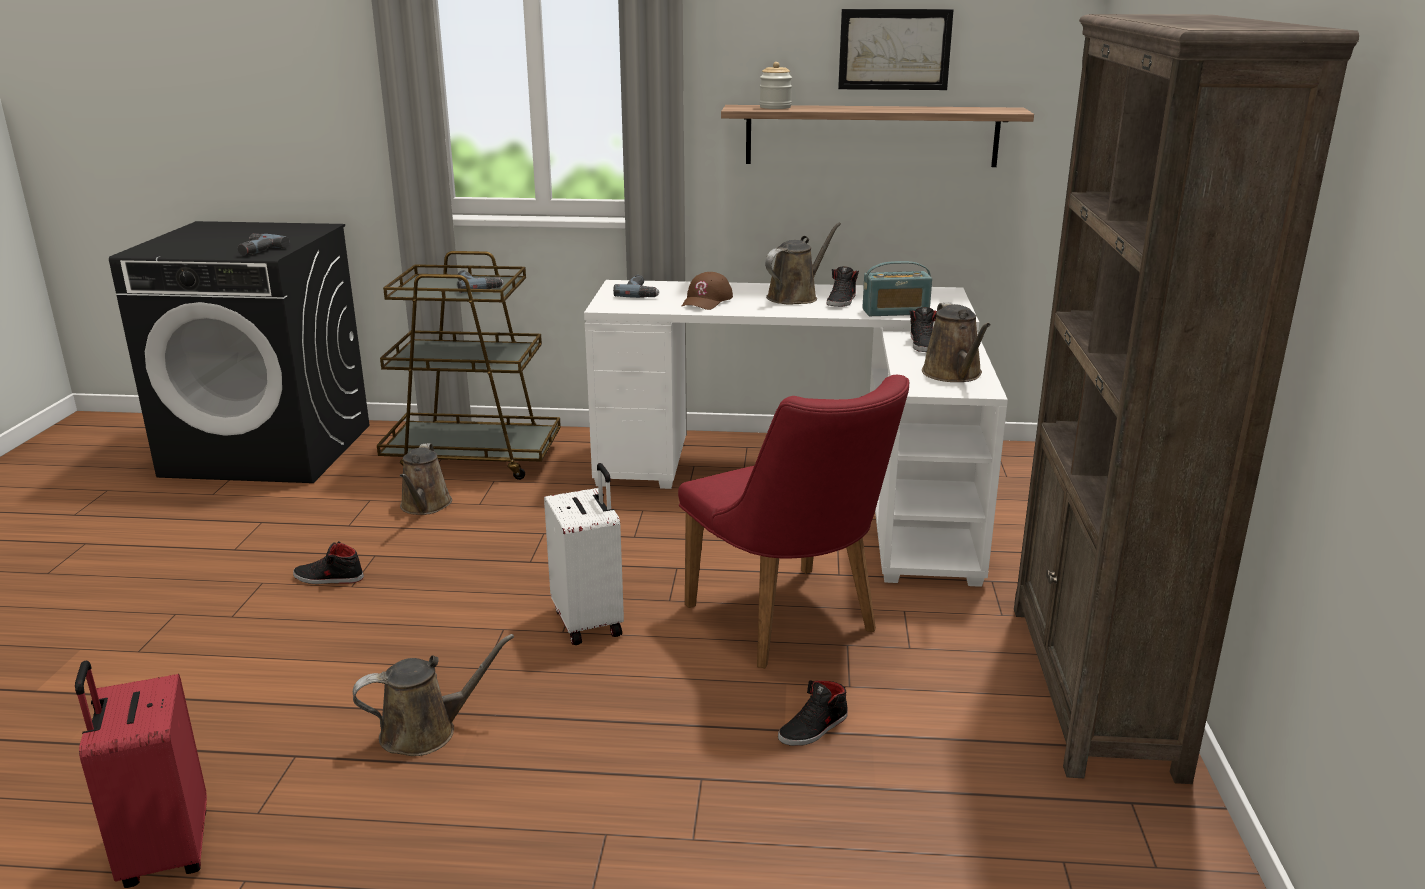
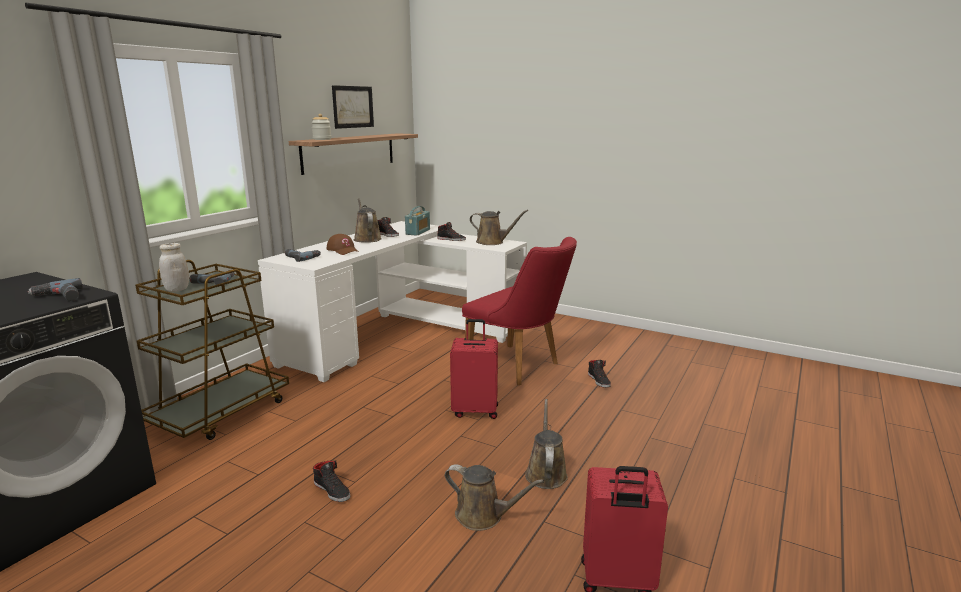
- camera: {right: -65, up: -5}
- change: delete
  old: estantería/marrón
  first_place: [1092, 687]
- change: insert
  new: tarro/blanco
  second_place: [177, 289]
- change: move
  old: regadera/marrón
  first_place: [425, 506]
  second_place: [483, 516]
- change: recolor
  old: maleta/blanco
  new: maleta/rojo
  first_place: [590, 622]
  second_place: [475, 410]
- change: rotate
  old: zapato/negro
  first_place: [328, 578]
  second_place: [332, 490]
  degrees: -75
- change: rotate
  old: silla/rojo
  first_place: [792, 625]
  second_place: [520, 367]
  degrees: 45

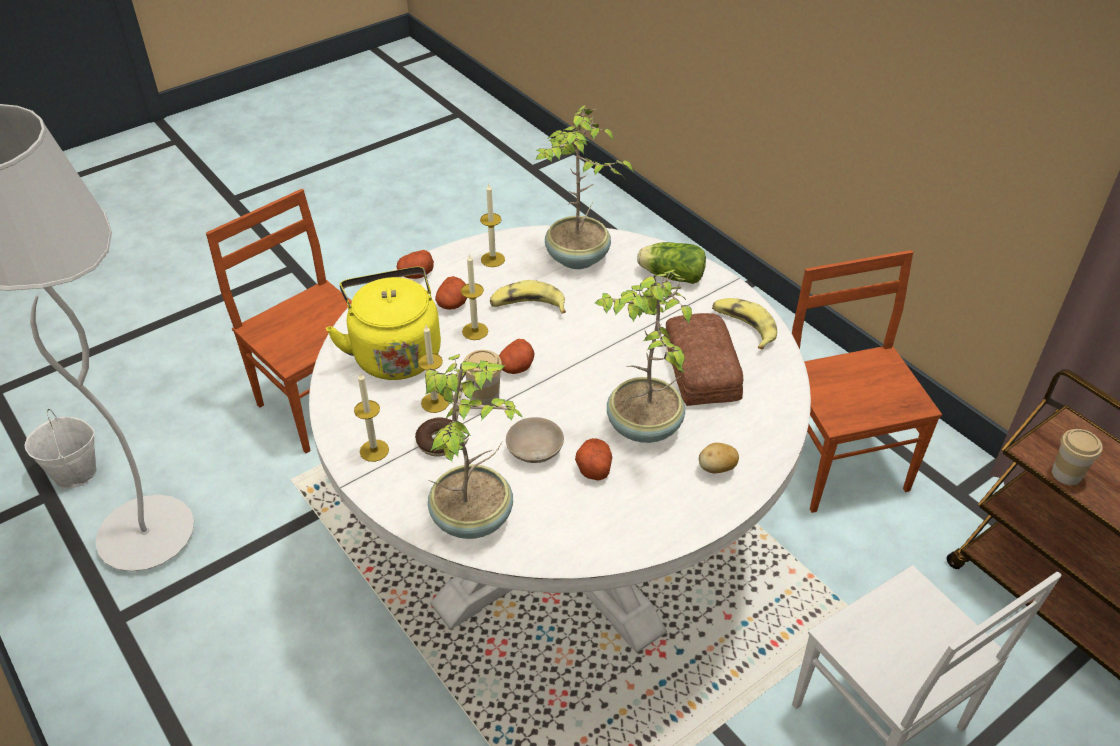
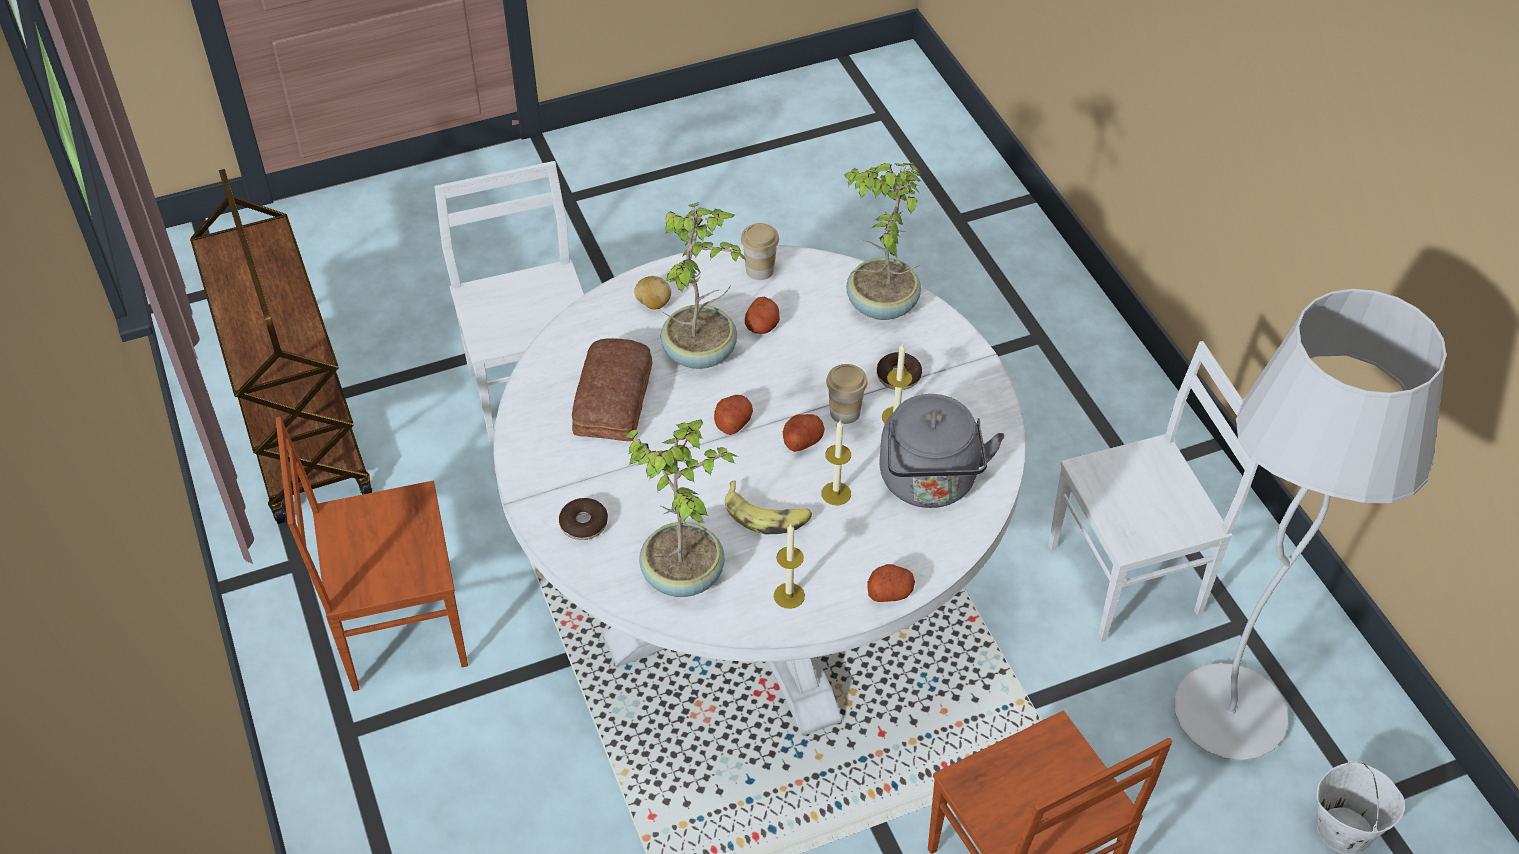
- camera: {right: -165, up: 5}
- change: delete
  old: vela
  first_place: [374, 450]
- change: delete
  old: cuenco/beis
  first_place: [536, 449]
- change: delete
  old: plátano
  first_place: [743, 327]
- change: insert
  new: silla/blanco
  second_place: [1128, 580]
- change: move
  old: patata
  first_place: [452, 303]
  second_place: [733, 422]
- change: move
  old: taza
  first_place: [1066, 474]
  second_place: [759, 270]
- change: replace
  old: lechuga
  new: rosquilla
  first_place: [669, 275]
  second_place: [584, 524]
- change: recolor
  old: hervidor/amarillo
  new: hervidor/gris
  first_place: [395, 353]
  second_place: [929, 484]
- change: rotate
  old: silla/marrón
  first_place: [841, 464]
  second_place: [399, 625]
  degrees: 75

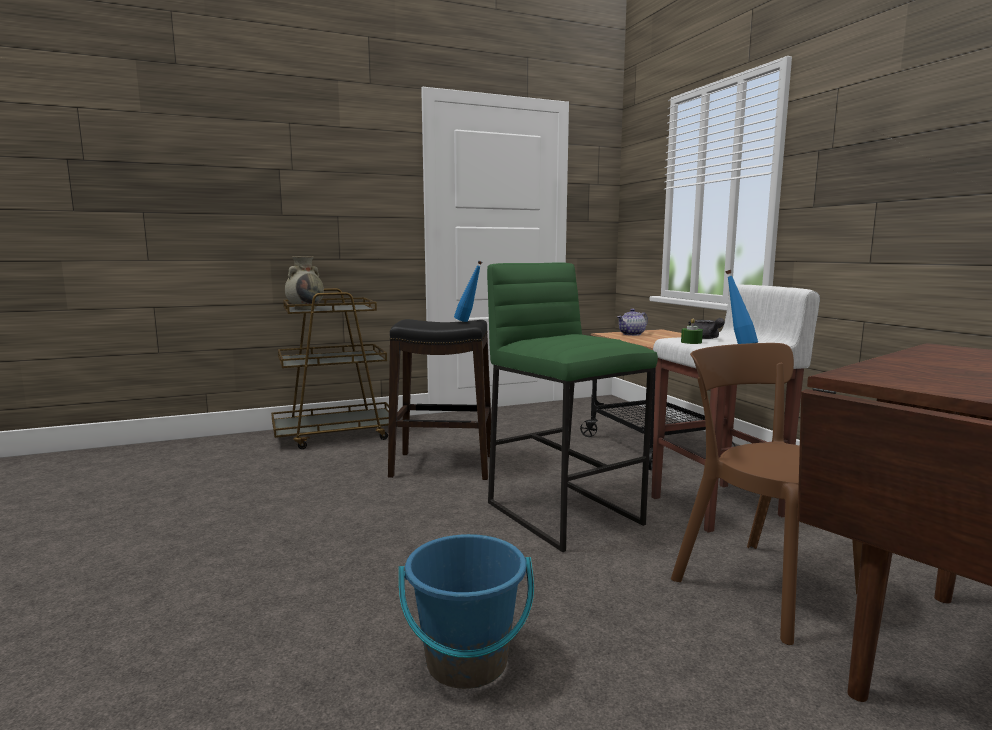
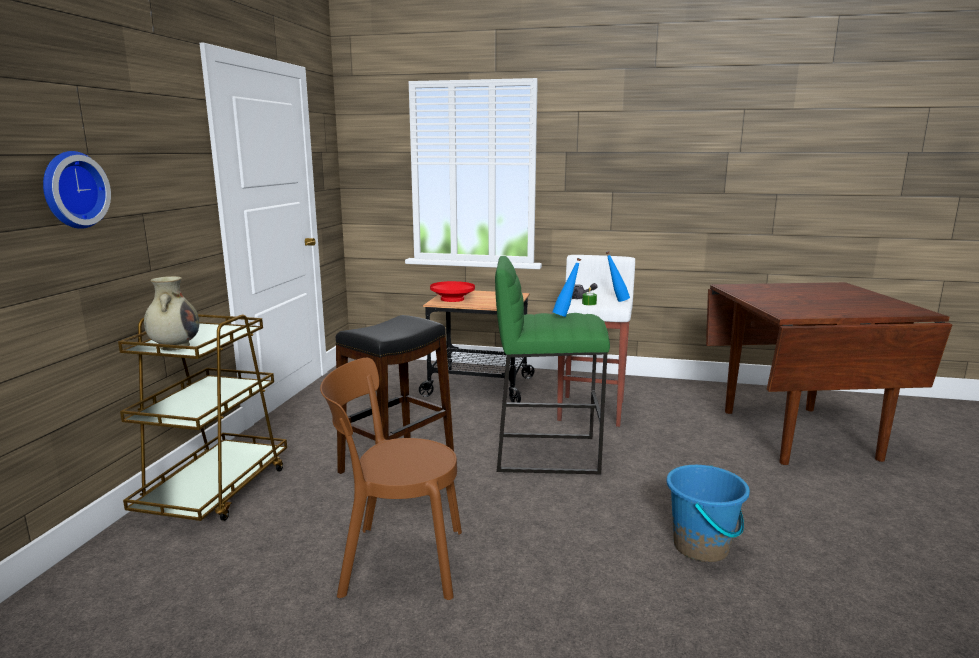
- camera: {right: -55, up: 5}
- change: insert
  new: reloj de pared
  second_place: [71, 190]
- change: move
  old: botella/azul
  first_place: [468, 321]
  second_place: [566, 316]
- change: move
  old: silla/marrón
  first_place: [758, 584]
  second_place: [396, 561]
- change: replace
  old: tetera
  new: cuenco/rojo
  first_place: [632, 334]
  second_place: [452, 299]

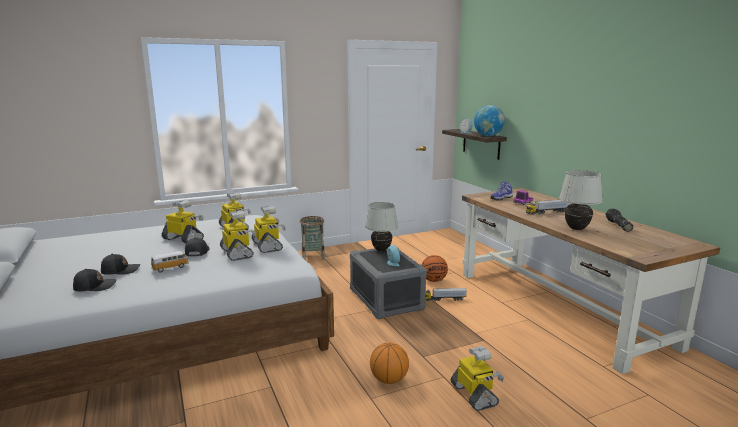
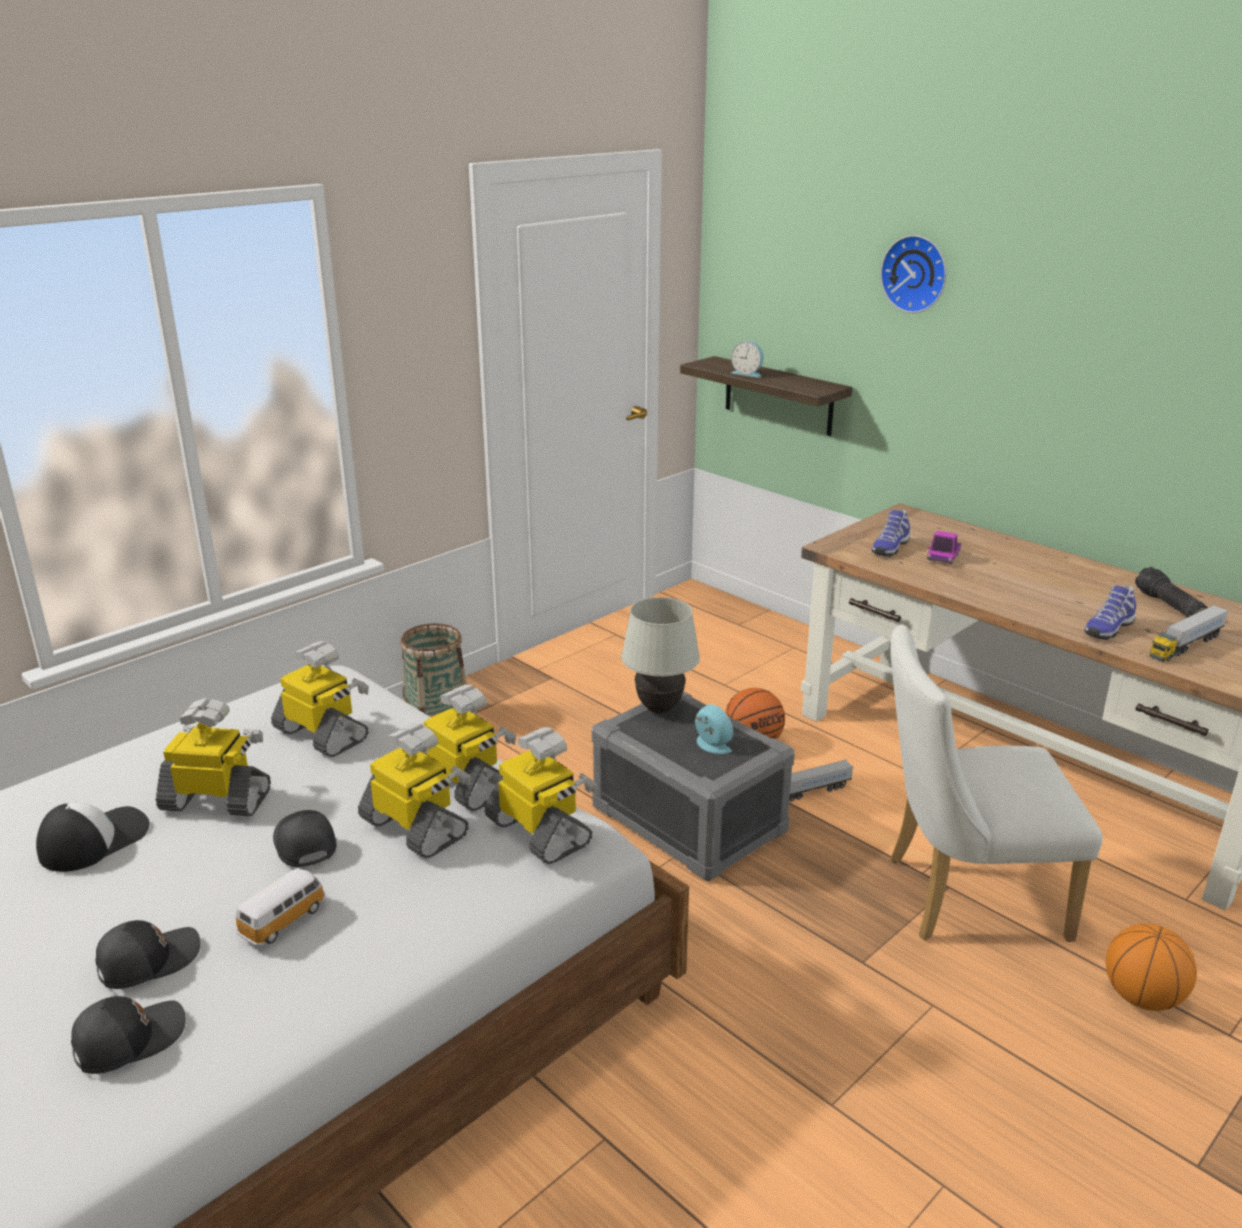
- camera: {right: -20, up: 10}
- change: delete
  old: globo terráqueo
  first_place: [488, 136]
- change: insert
  new: gorra
  second_place: [94, 840]
- change: insert
  new: reloj de pared
  second_place: [916, 273]
- change: insert
  new: silla/blanco
  second_place: [961, 897]
- change: move
  old: balón de baloncesto
  first_place: [389, 380]
  second_place: [1142, 997]
- change: move
  old: robot de juguete
  first_place: [475, 395]
  second_place: [540, 832]
- change: move
  old: camión de juguete
  first_place: [547, 212]
  second_place: [1185, 646]
- change: replace
  old: lámpara de mesa/blanco
  new: zapato
  first_place: [576, 229]
  second_place: [1107, 629]

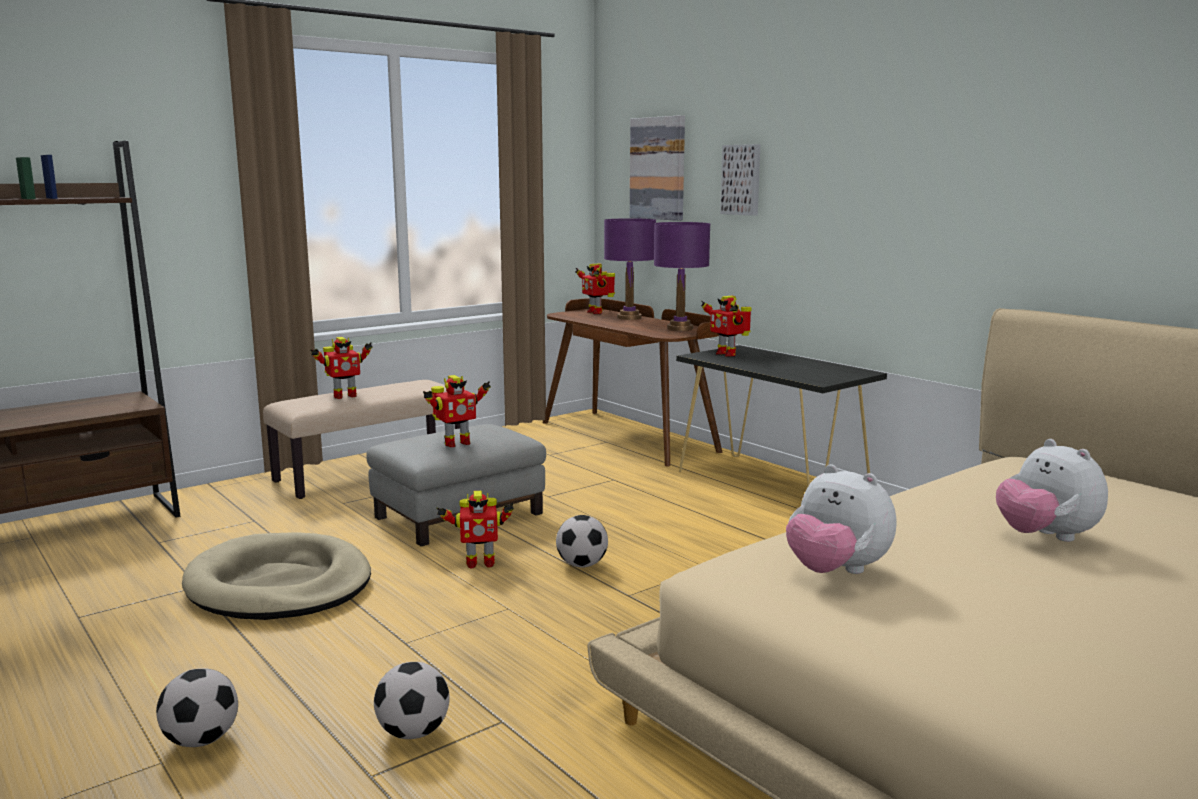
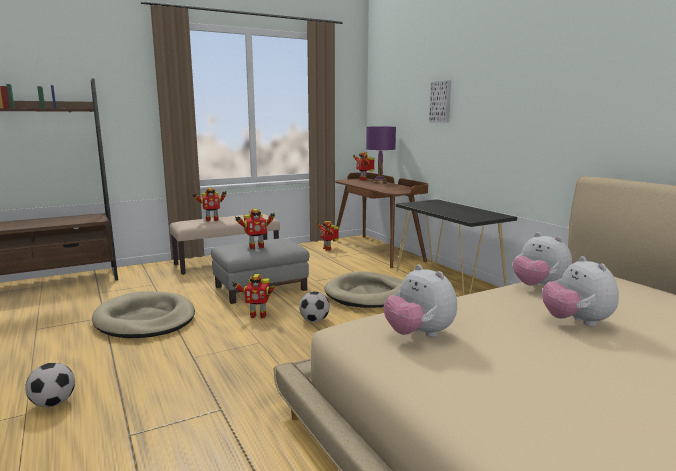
- camera: {right: 10, up: 0}
- change: delete
  old: balón de fútbol
  first_place: [413, 732]
- change: delete
  old: cuadro
  first_place: [658, 168]
- change: delete
  old: lámpara de mesa/morado
  first_place: [680, 328]
- change: insert
  new: cama para perro/beis
  second_place: [368, 294]
- change: insert
  new: peluche
  second_place: [538, 287]
- change: move
  old: robot de juguete
  first_place: [726, 354]
  second_place: [327, 249]

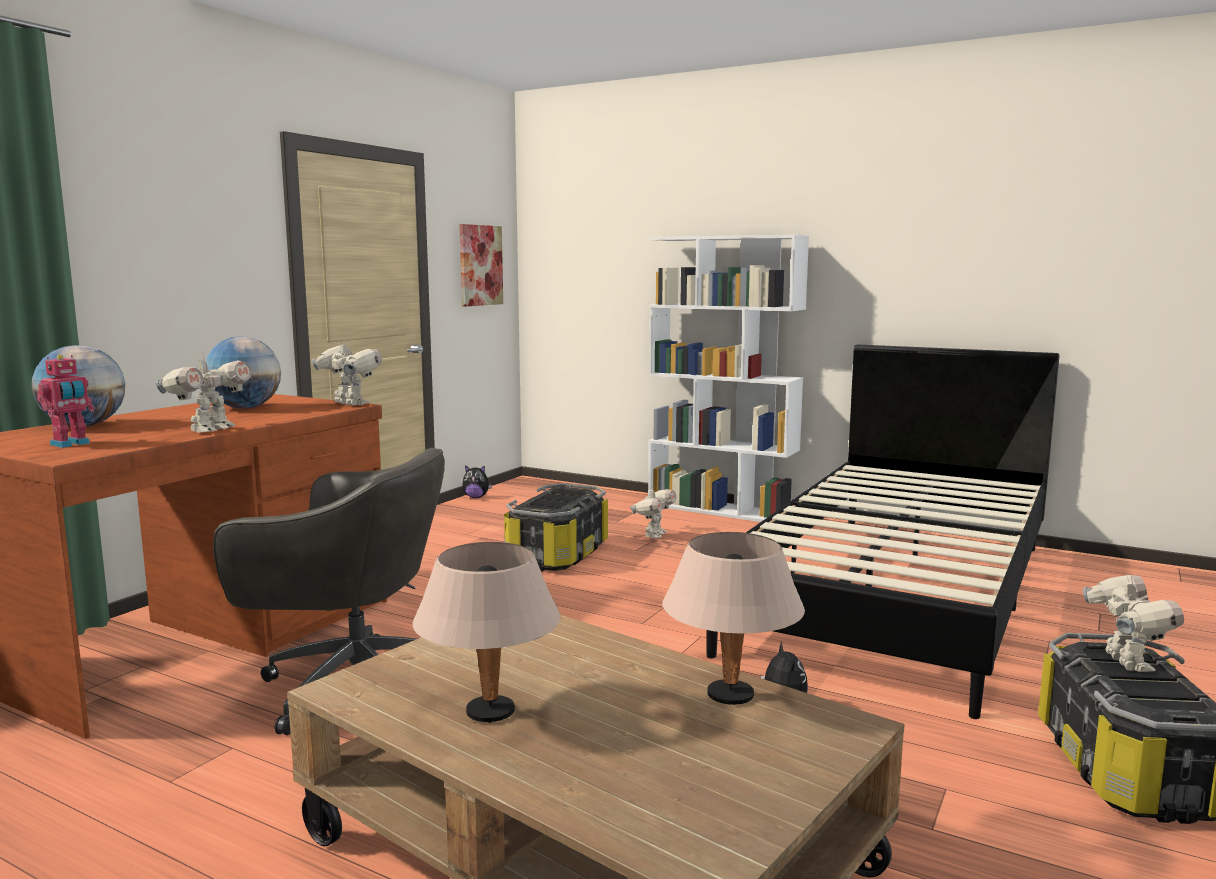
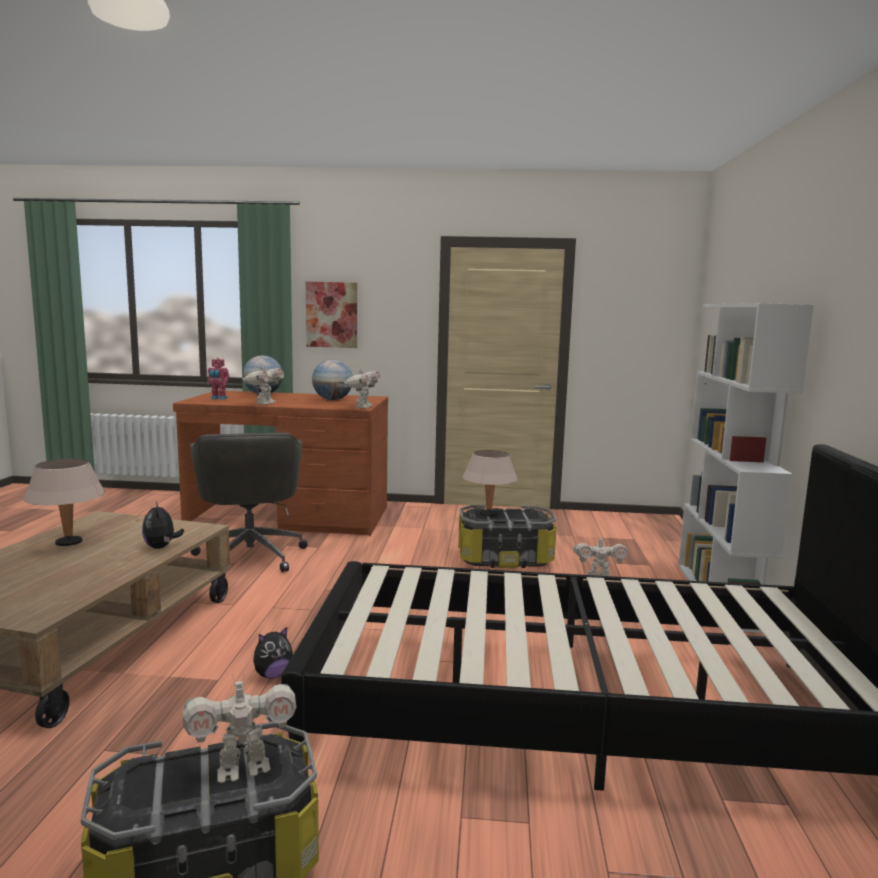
- camera: {right: 65, up: 0}
- change: move
  old: cuadro
  first_place: [480, 265]
  second_place: [332, 315]
- change: move
  old: peluche
  first_place: [476, 497]
  second_place: [161, 547]
- change: move
  old: lámpara de mesa/beis
  first_place: [731, 696]
  second_place: [488, 514]
- change: rotate
  old: robot de juguete
  first_place: [210, 430]
  second_place: [264, 404]
  degrees: -75

